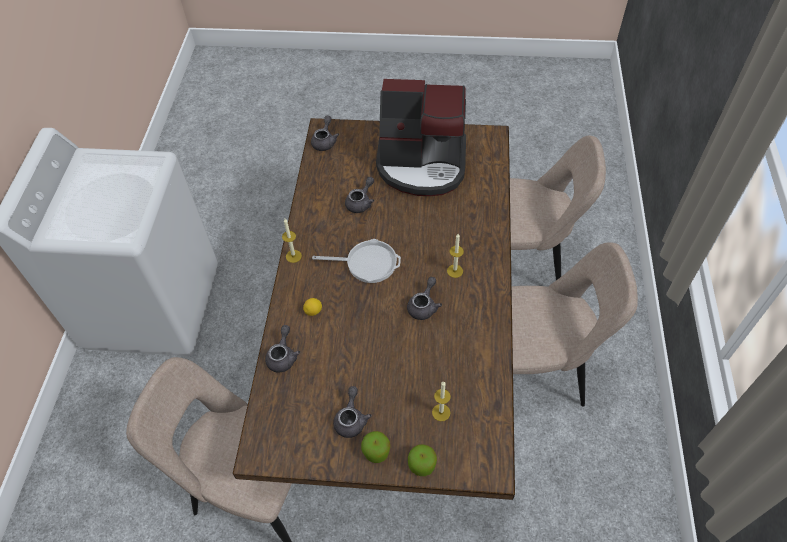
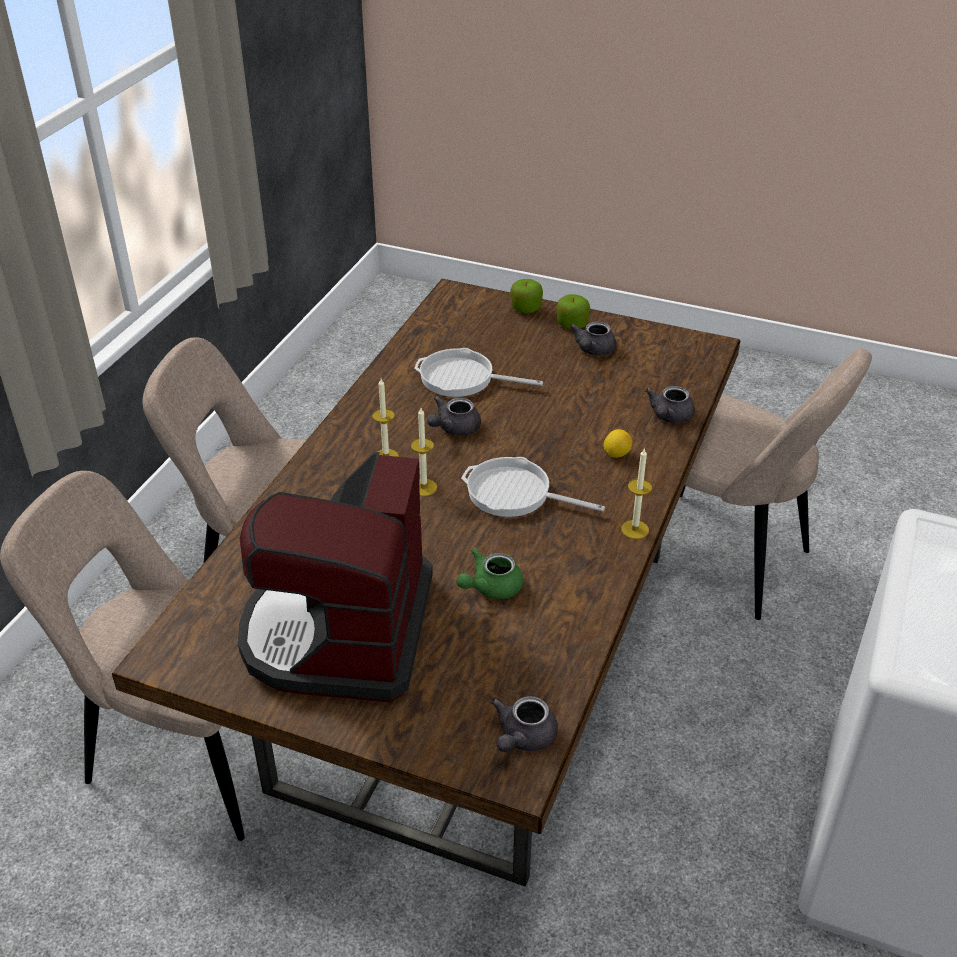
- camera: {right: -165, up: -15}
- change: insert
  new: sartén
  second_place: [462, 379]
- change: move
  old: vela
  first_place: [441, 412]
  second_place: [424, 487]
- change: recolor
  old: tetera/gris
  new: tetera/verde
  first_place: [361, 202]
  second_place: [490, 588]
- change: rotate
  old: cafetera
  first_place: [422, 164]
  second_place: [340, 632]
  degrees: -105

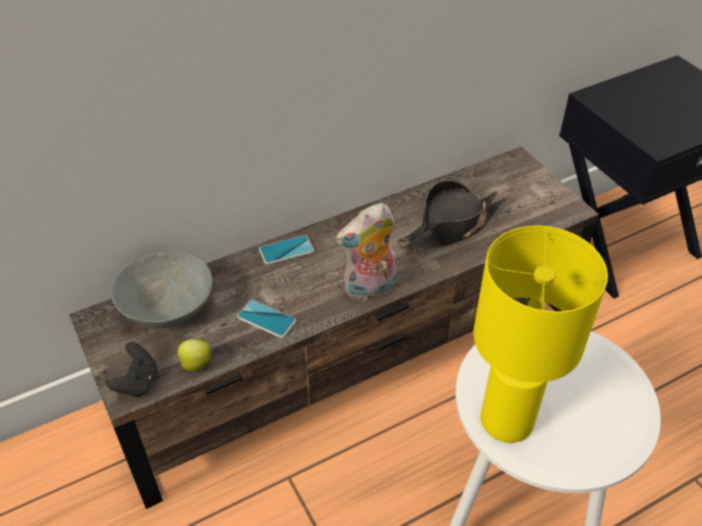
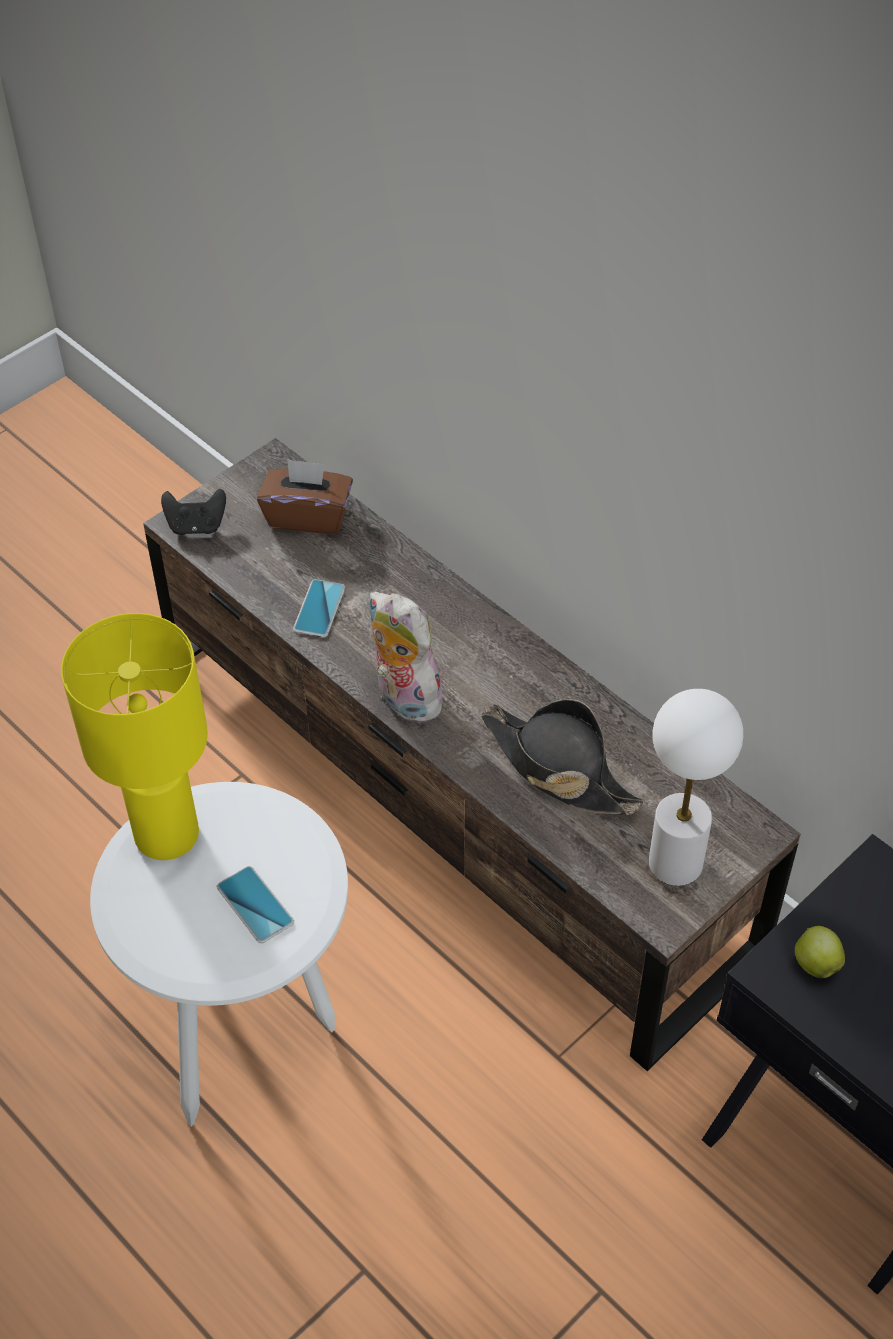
- camera: {right: 75, up: 5}
- change: insert
  new: lámpara de mesa/blanco
  second_place: [675, 863]
- change: move
  old: manzana
  first_place: [195, 364]
  second_place: [815, 963]
- change: move
  old: móvil
  first_place: [286, 250]
  second_place: [255, 905]
- change: replace
  old: cuenco/gris
  new: caja de pañuelos/marrón
  first_place: [168, 309]
  second_place: [308, 516]

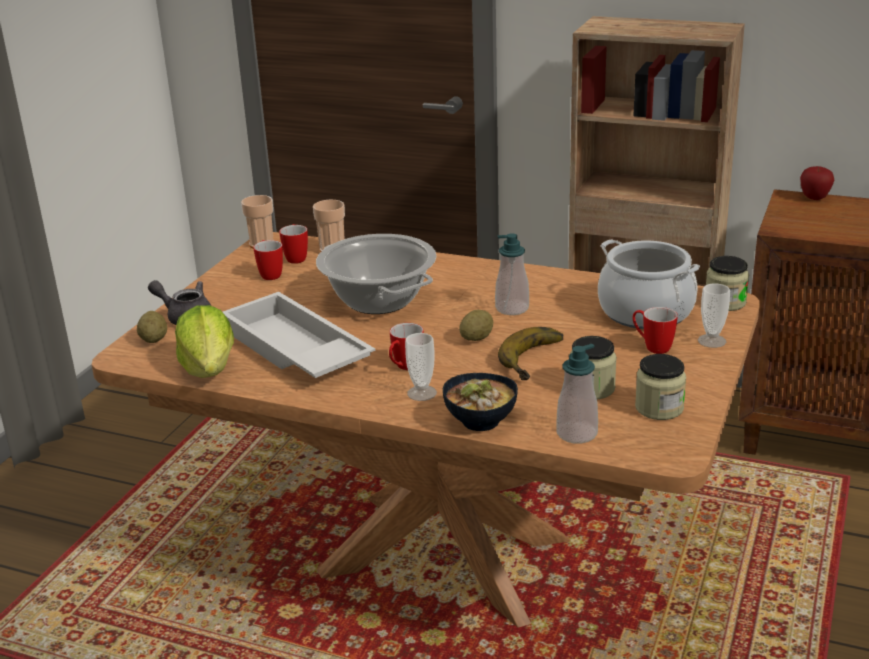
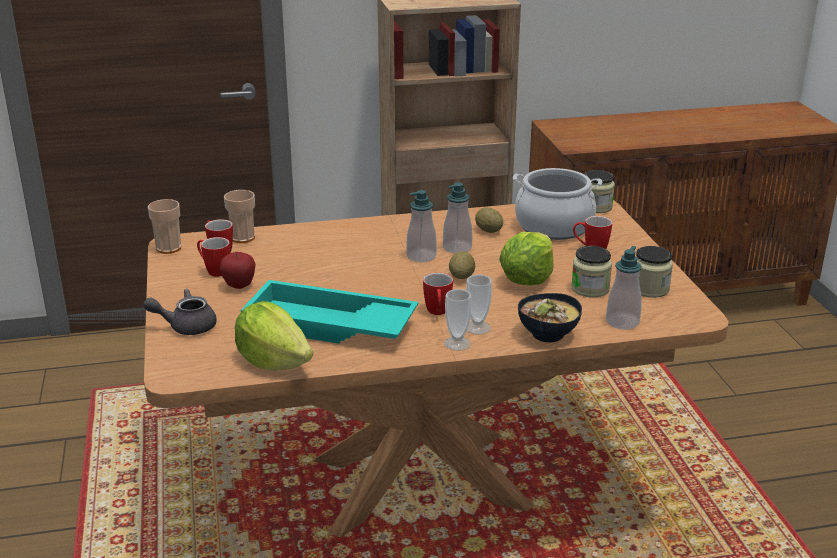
- camera: {right: -35, up: 0}
- change: delete
  old: olla
  first_place: [379, 300]
- change: insert
  new: dispensador de jabón
  second_place: [421, 256]
- change: move
  old: patata
  first_place: [154, 339]
  second_place: [488, 230]
- change: move
  old: taza
  first_place: [711, 341]
  second_place: [457, 343]
- change: move
  old: manzana
  first_place: [814, 198]
  second_place: [239, 286]
- change: replace
  old: plátano
  new: lechuga
  first_place: [538, 359]
  second_place: [527, 279]
- change: recolor
  old: bandeja/blanco
  new: bandeja/turquesa
  first_place: [293, 351]
  second_place: [328, 326]

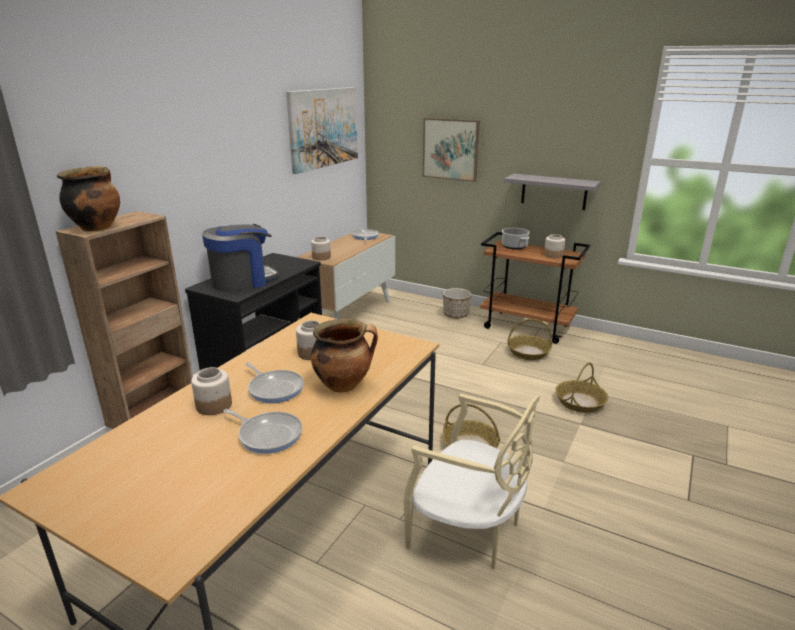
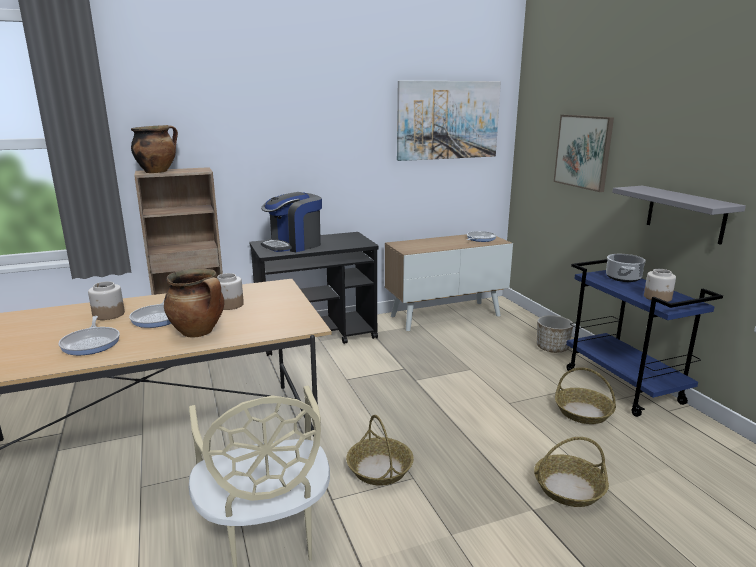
- camera: {right: 40, up: -5}
- change: delete
  old: tarro
  first_place: [321, 257]
- change: recolor
  old: carrito/marrón
  new: carrito/azul
  first_place: [527, 327]
  second_place: [624, 387]
- change: rotate
  old: cafetera
  first_place: [242, 281]
  second_place: [293, 245]
  degrees: 135

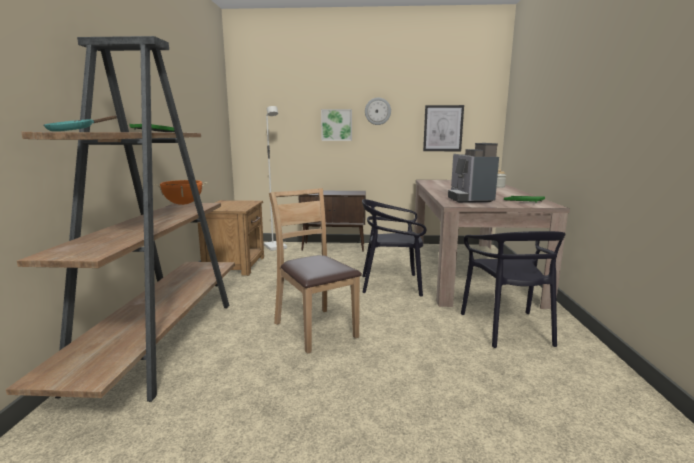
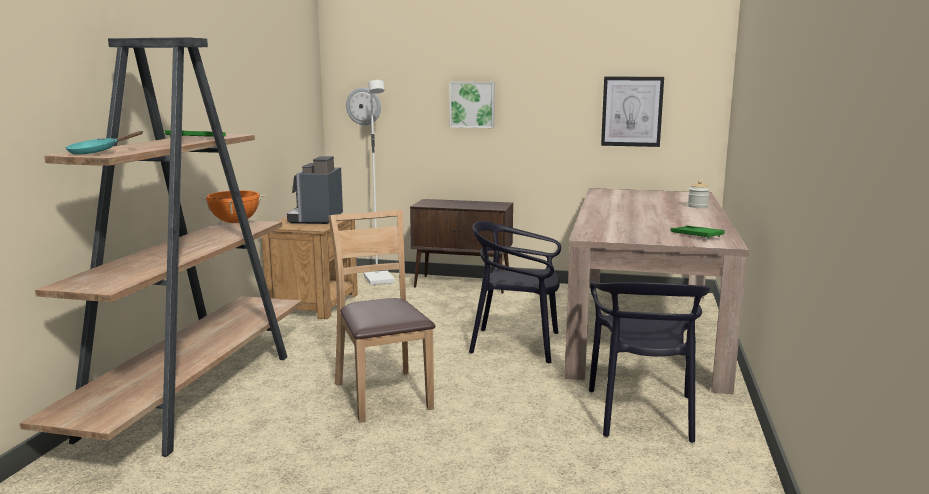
- camera: {right: 10, up: 0}
- change: move
  old: reloj de pared
  first_place: [377, 111]
  second_place: [364, 106]
- change: move
  old: cafetera
  first_place: [469, 199]
  second_place: [317, 219]

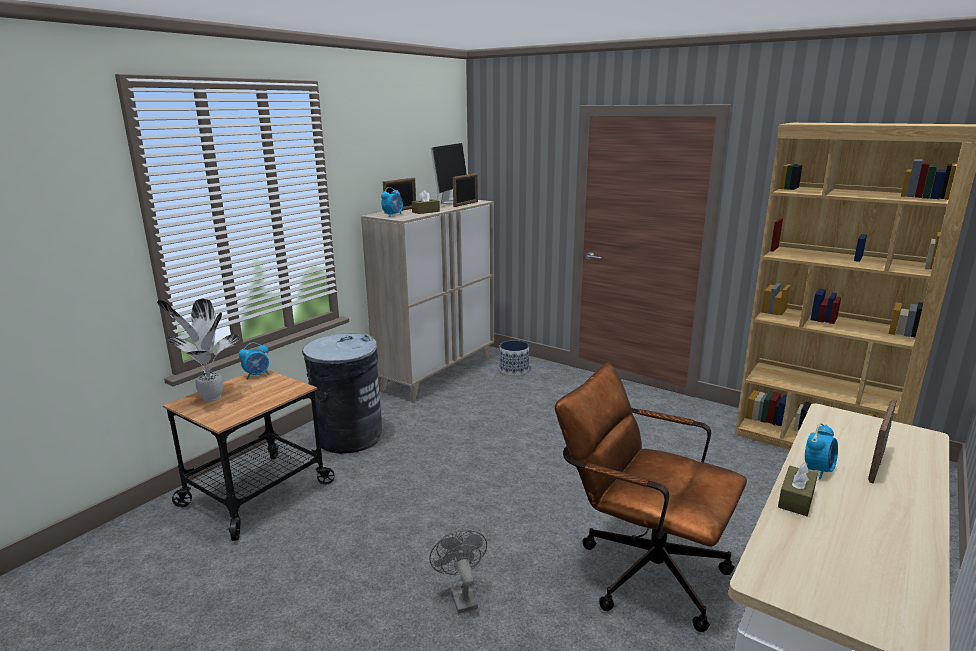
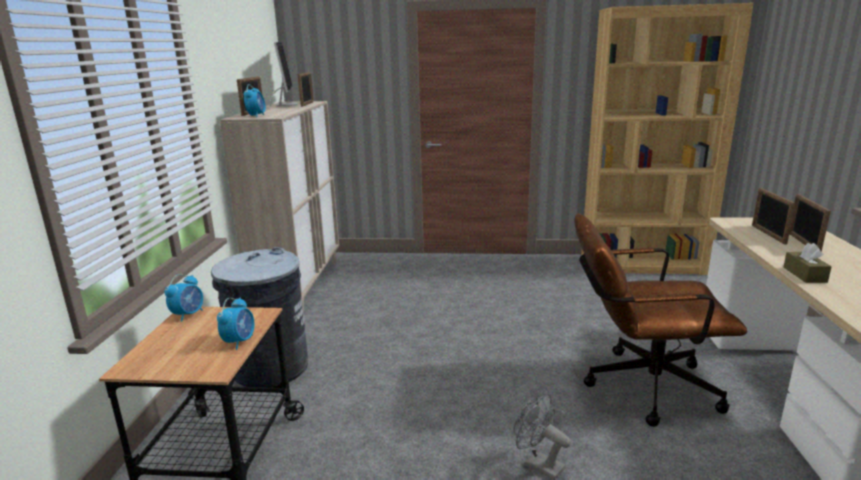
- camera: {right: -30, up: 0}
- change: delete
  old: planta en maceta
  first_place: [209, 398]
- change: delete
  old: caja de pañuelos/marrón
  first_place: [426, 212]
- change: delete
  old: maceta
  first_place: [514, 370]
- change: insert
  new: portarretratos
  second_place: [768, 234]
- change: move
  old: despertador
  first_place: [818, 470]
  second_place: [239, 341]

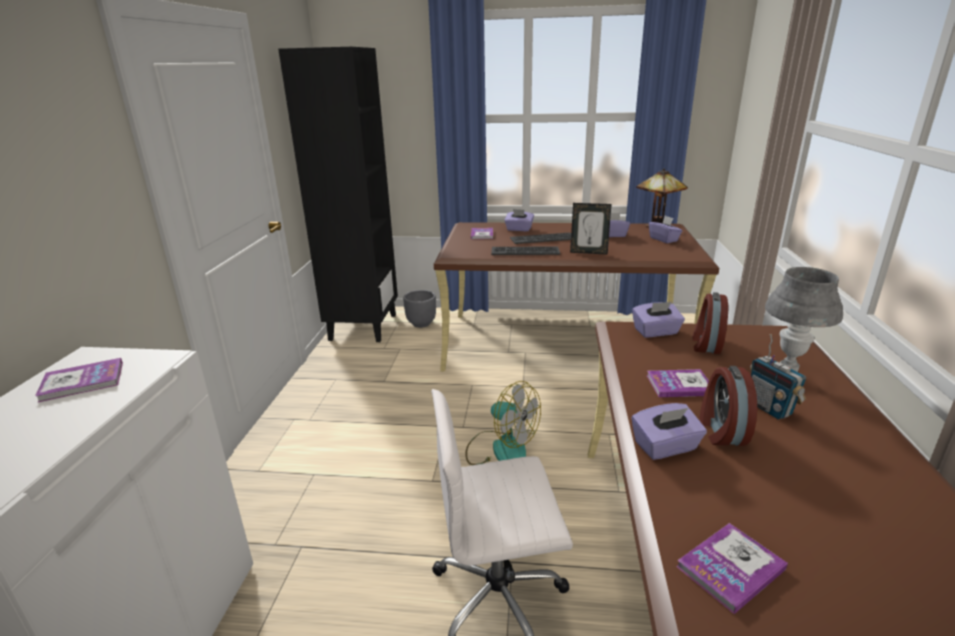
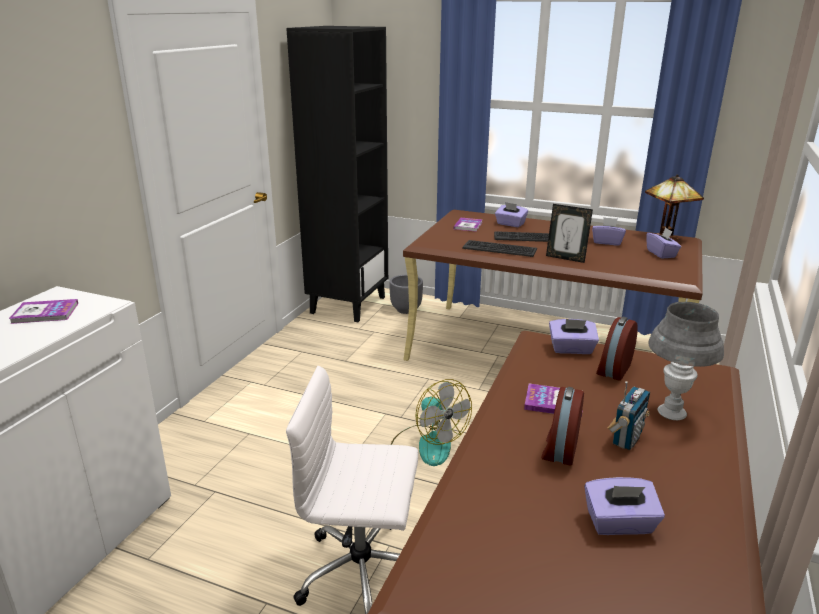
- camera: {right: 15, up: 0}
- change: delete
  old: libro
  first_place: [730, 568]
- change: move
  old: caja de pañuelos/morado
  first_place: [665, 447]
  second_place: [619, 523]
- change: rotate
  old: radio
  first_place: [769, 408]
  second_place: [626, 438]
  degrees: -135

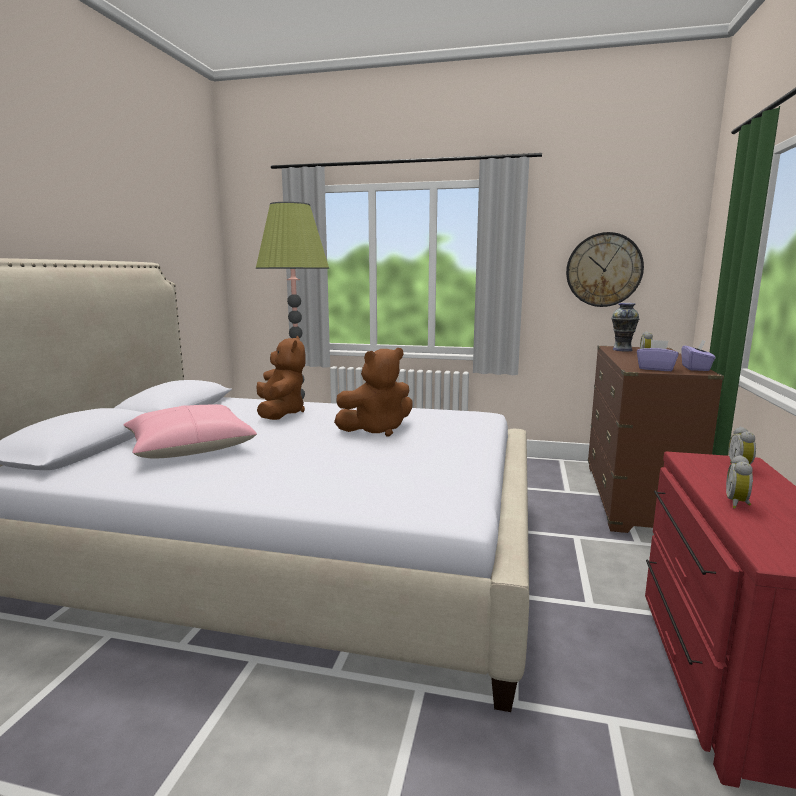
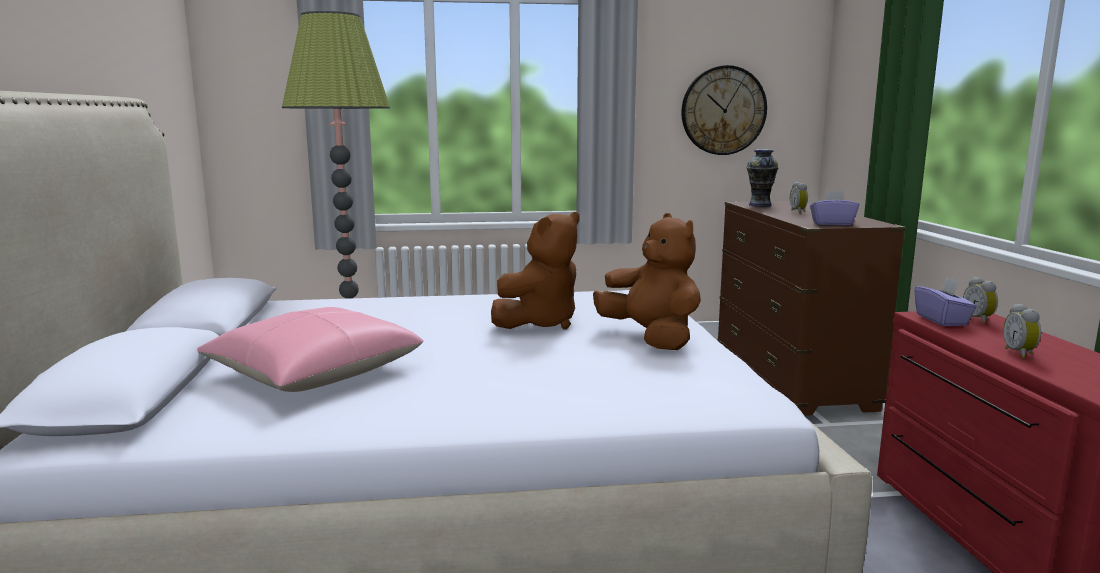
- camera: {right: -20, up: 0}
- change: move
  old: peluche/marrón
  first_place: [280, 413]
  second_place: [651, 338]
- change: move
  old: caja de pañuelos/morado
  first_place: [696, 368]
  second_place: [942, 320]

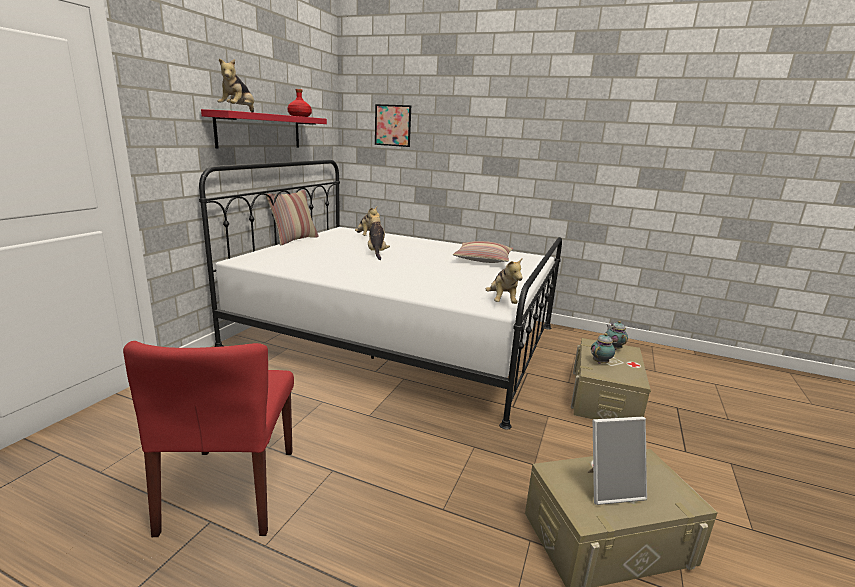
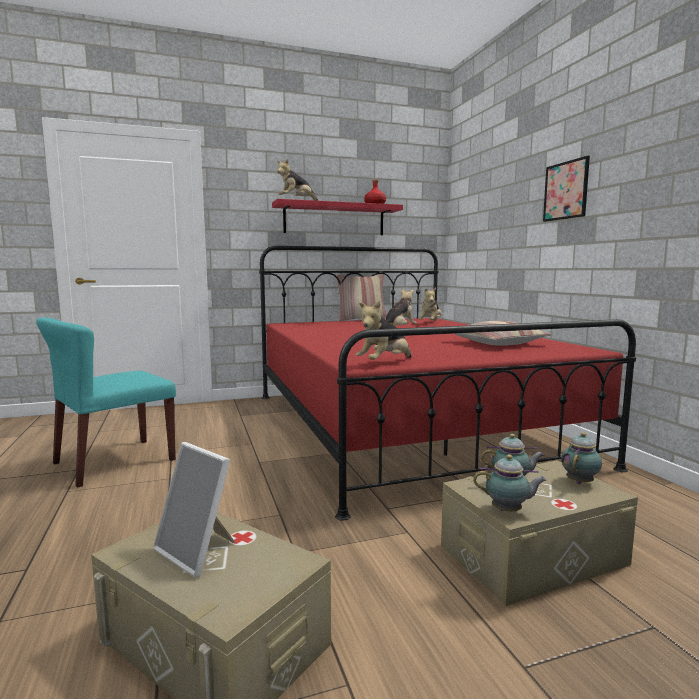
- camera: {right: 50, up: -10}
- change: insert
  new: tetera
  second_place: [508, 511]
- change: move
  old: cuadro
  first_place: [393, 125]
  second_place: [566, 190]
- change: recolor
  old: silla/rojo
  new: silla/turquesa
  first_place: [231, 490]
  second_place: [114, 462]
- change: recolor
  old: cama/blanco
  new: cama/rojo
  first_place: [398, 336]
  second_place: [404, 426]

